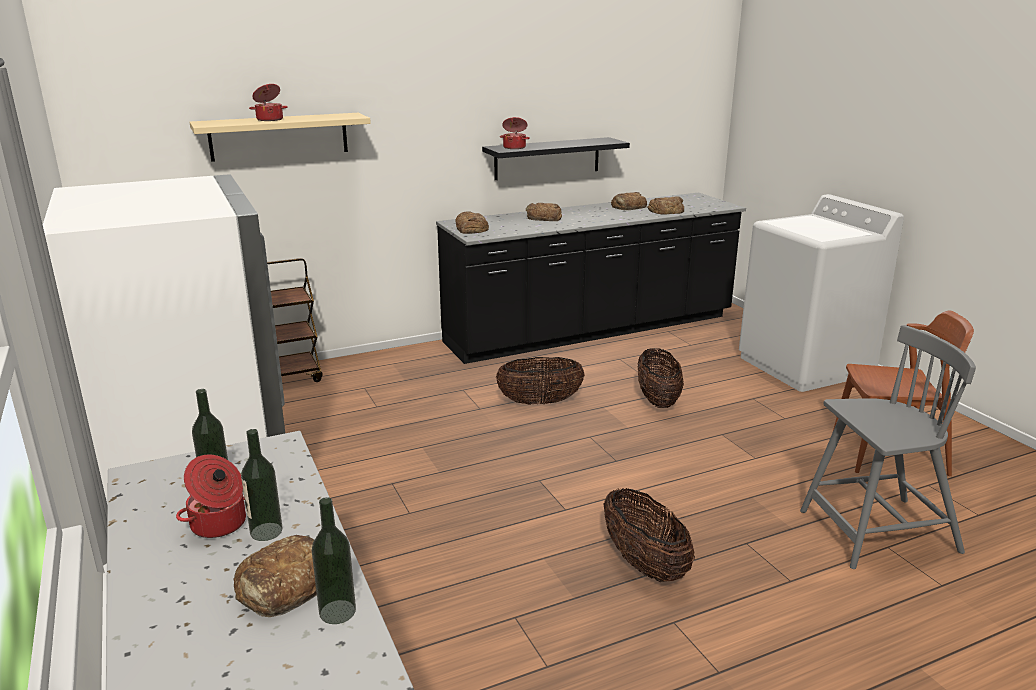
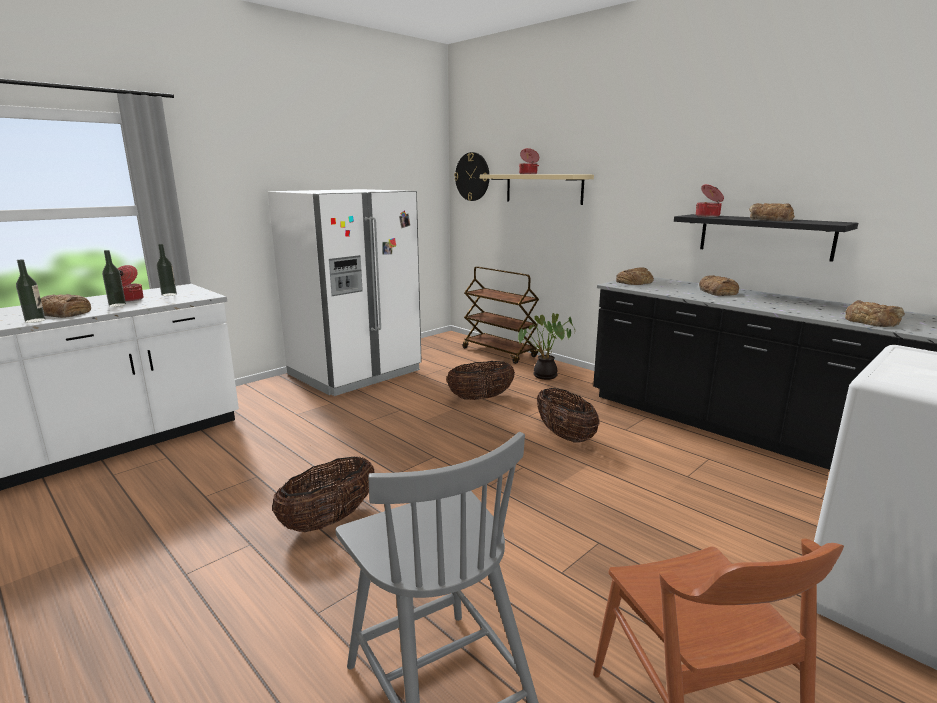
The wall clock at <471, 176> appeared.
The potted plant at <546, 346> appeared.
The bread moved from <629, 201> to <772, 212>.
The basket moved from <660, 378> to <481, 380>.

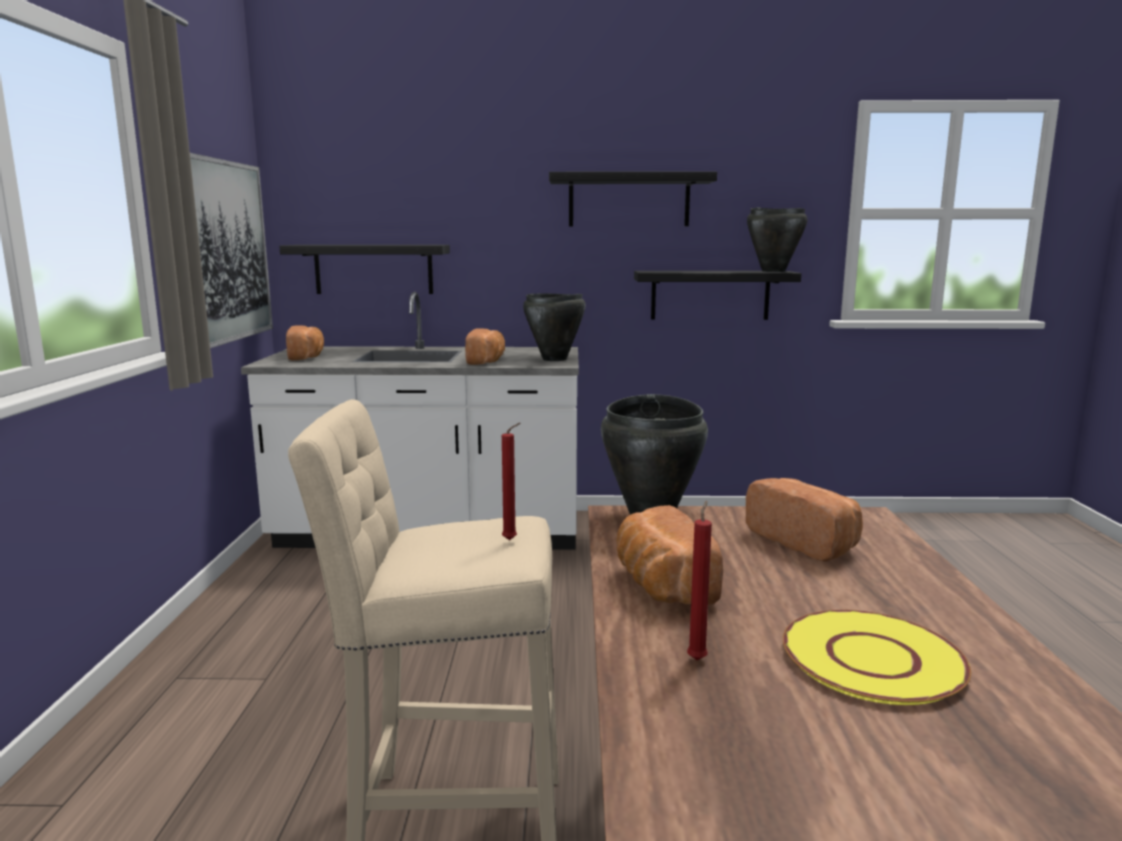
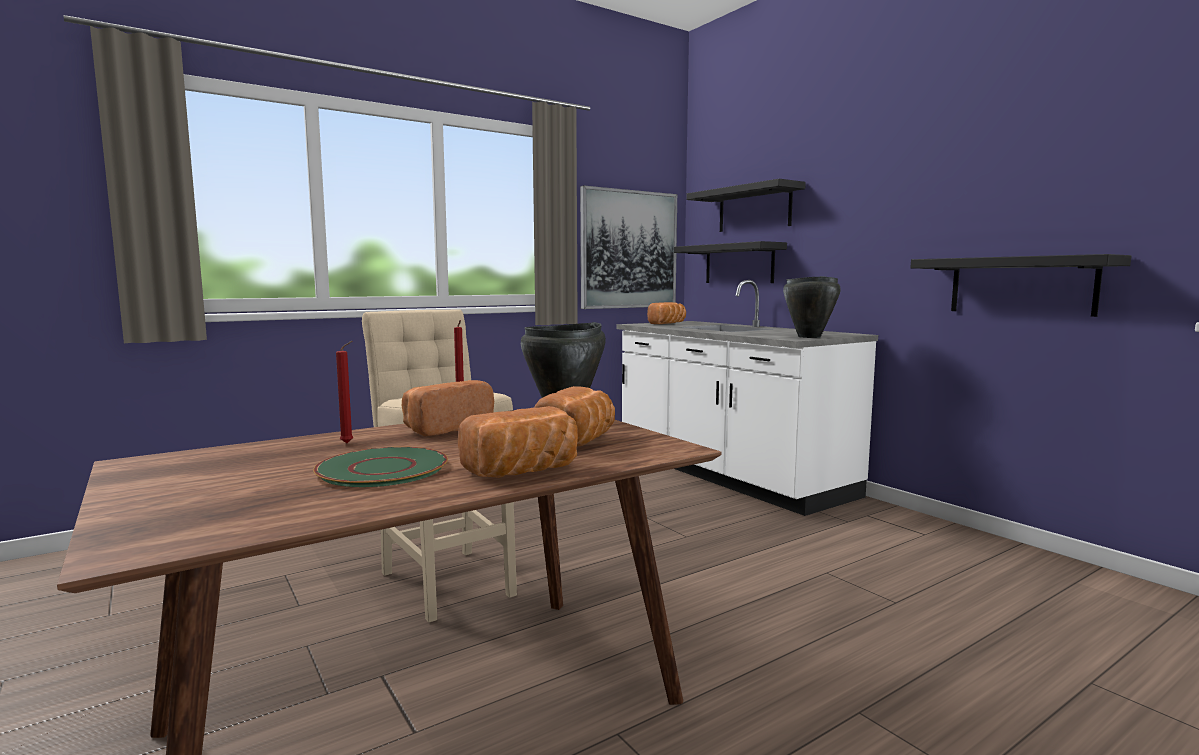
The black cooking pot at <777, 239> disappeared.
The bread moved from <485, 346> to <518, 442>.
The black shelf moved from <633, 198> to <746, 205>.
The yellow plate at <877, 657> became the green plate at <380, 467>.

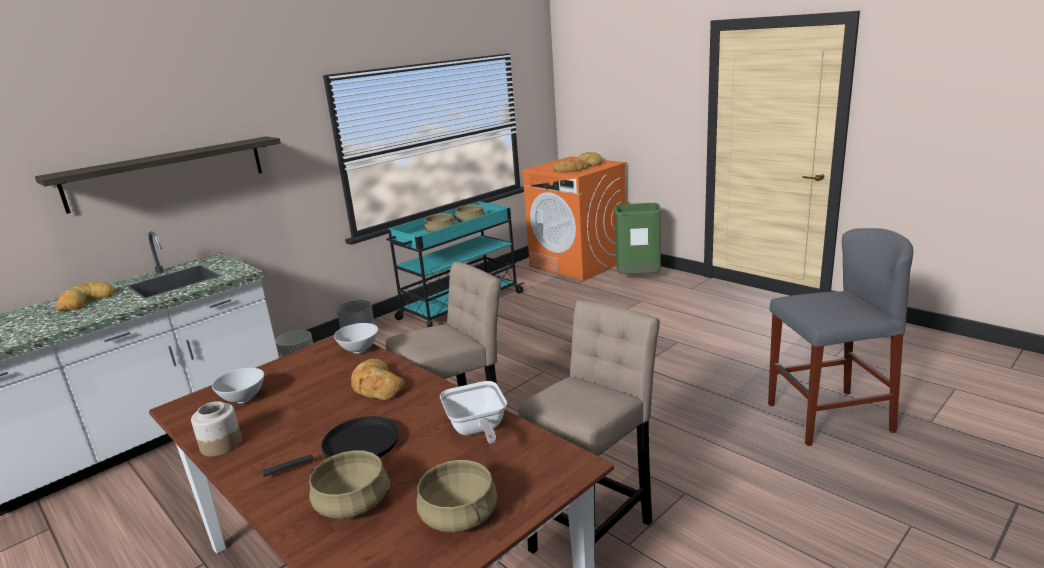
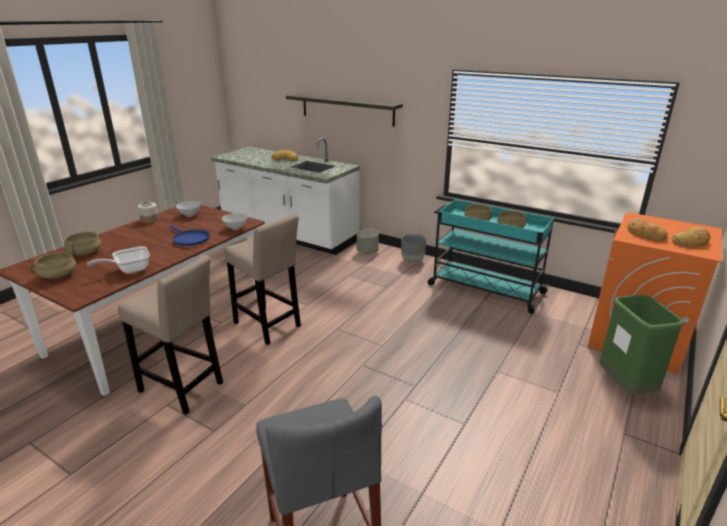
The black frying pan at <330, 446> disappeared.
The bread at <378, 379> was replaced by the blue frying pan at <189, 235>.

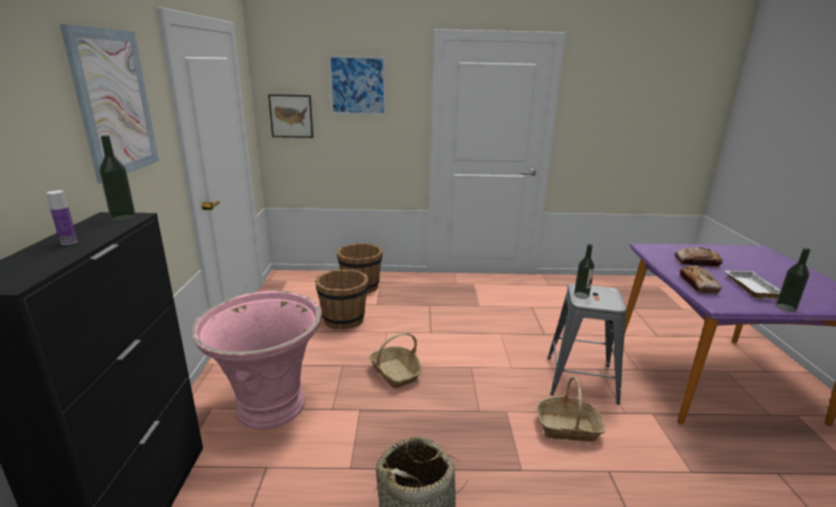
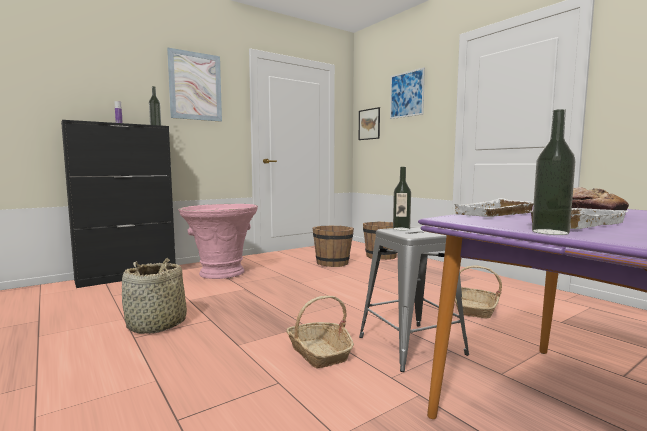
The basket moved from <395, 360> to <478, 292>.
The bread at <701, 280> was replaced by the white tray at <494, 207>.

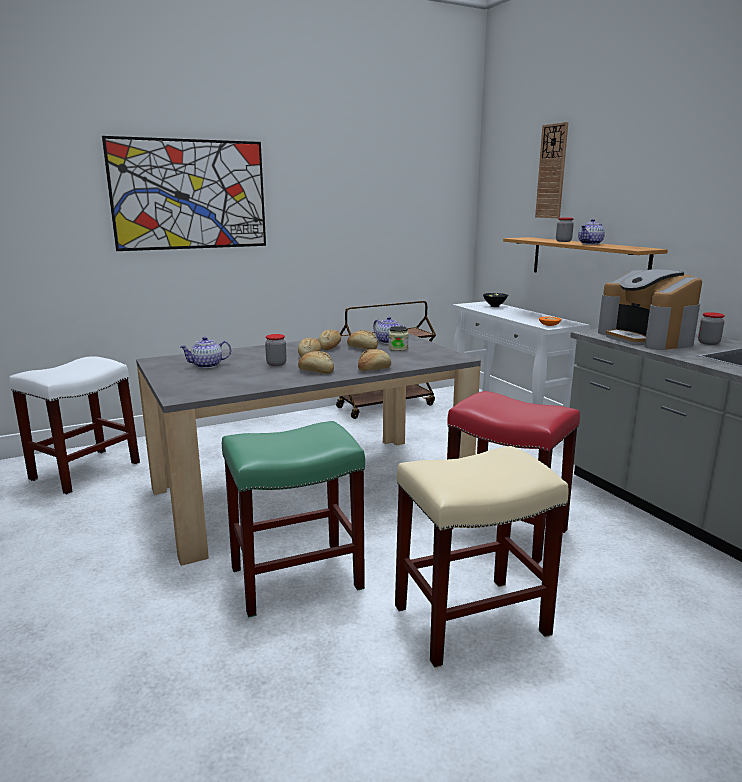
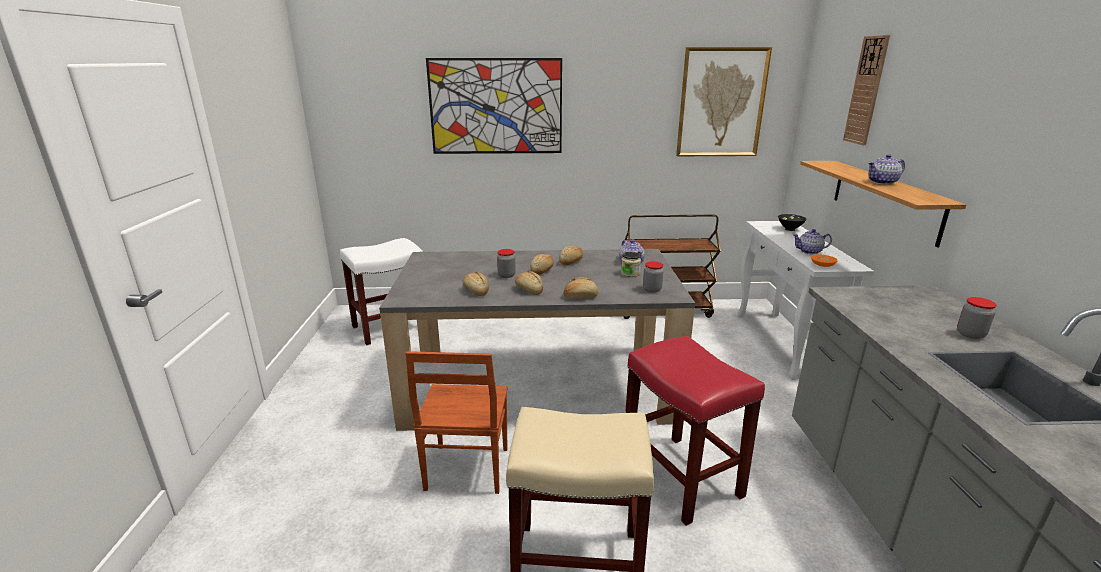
The coffee machine at <650, 309> disappeared.
The picture at <724, 101> appeared.
The teapot moved from <205, 352> to <812, 241>.
The bread moved from <362, 340> to <476, 284>.
The jar moved from <565, 229> to <653, 277>.
The green stool at <293, 519> was replaced by the brown chair at <457, 422>.

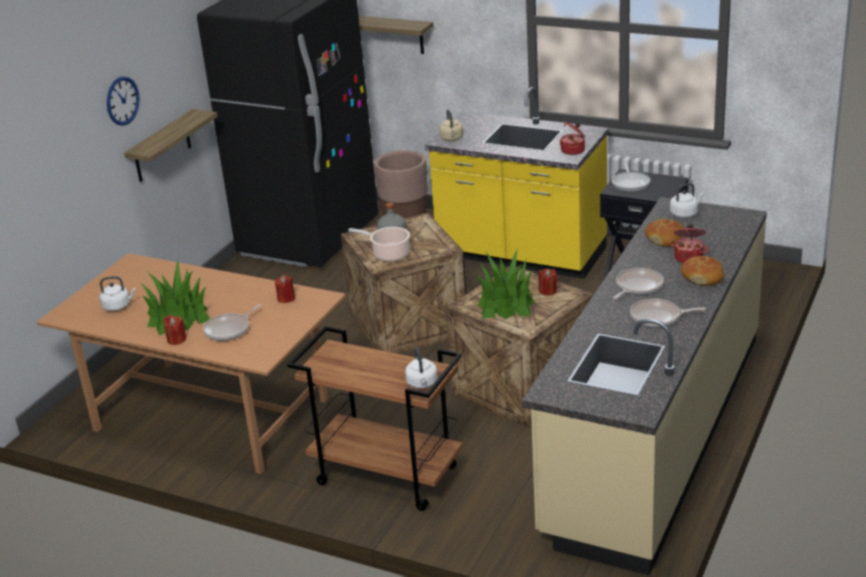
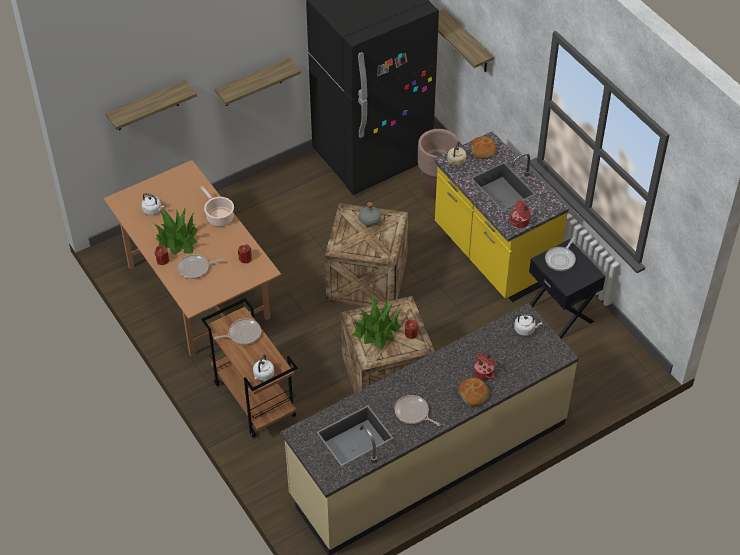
The wall clock at <123, 101> disappeared.
The shelf at <151, 105> appeared.
The cooking pot moved from <379, 244> to <217, 206>.
The frying pan moved from <638, 283> to <237, 331>.
The bread moved from <665, 233> to <483, 147>.

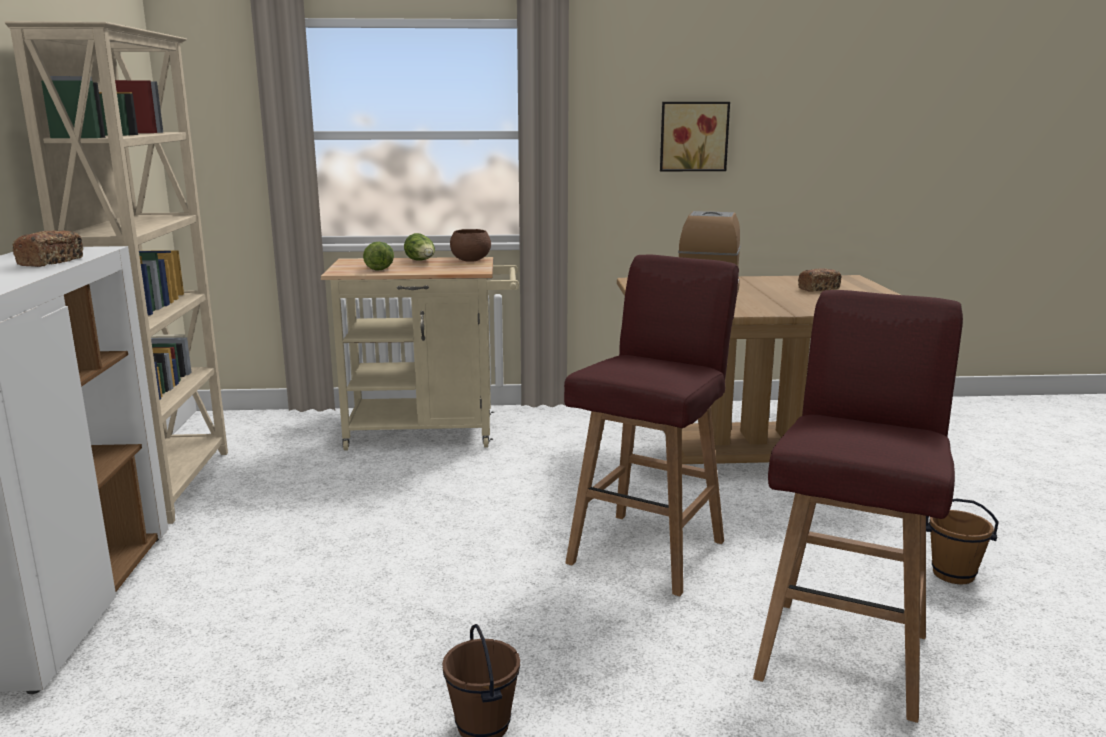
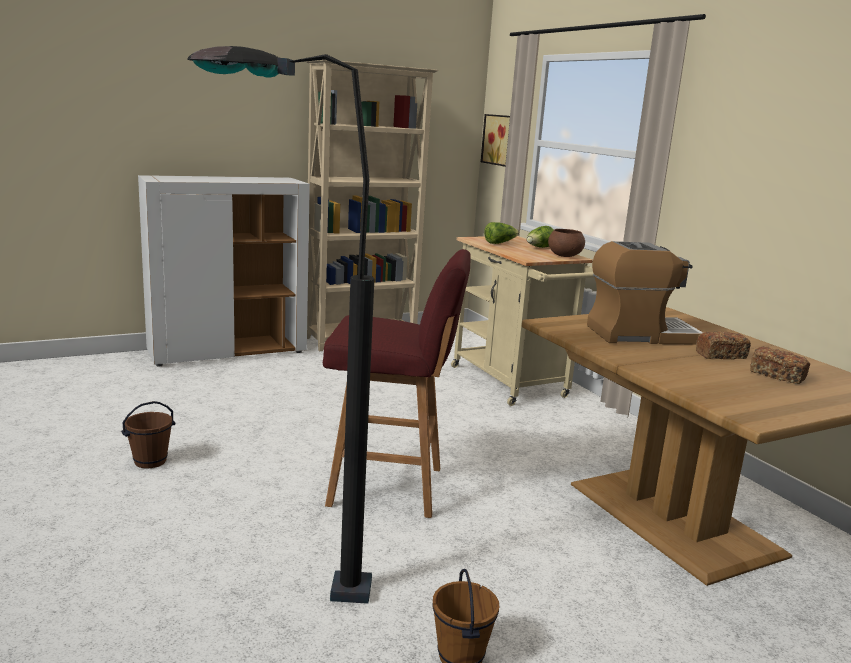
The bread moved from <47, 248> to <723, 345>.
The picture moved from <695, 136> to <495, 140>.
The red stool at <858, 506> was replaced by the black floor lamp at <280, 325>.

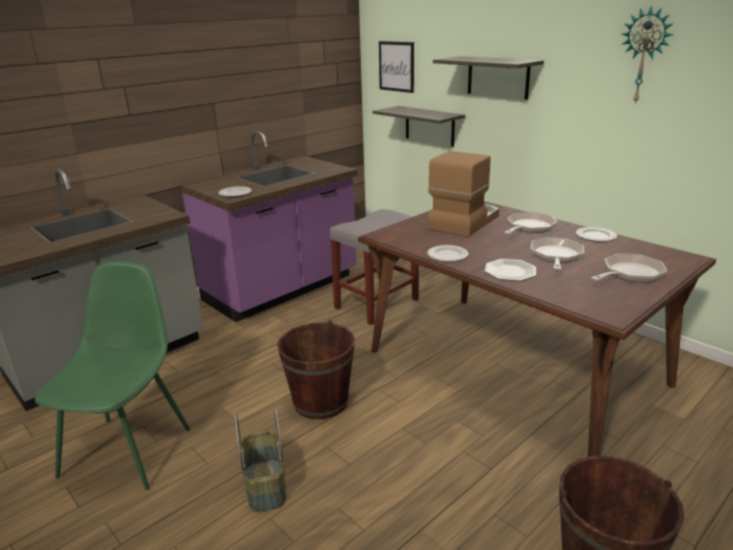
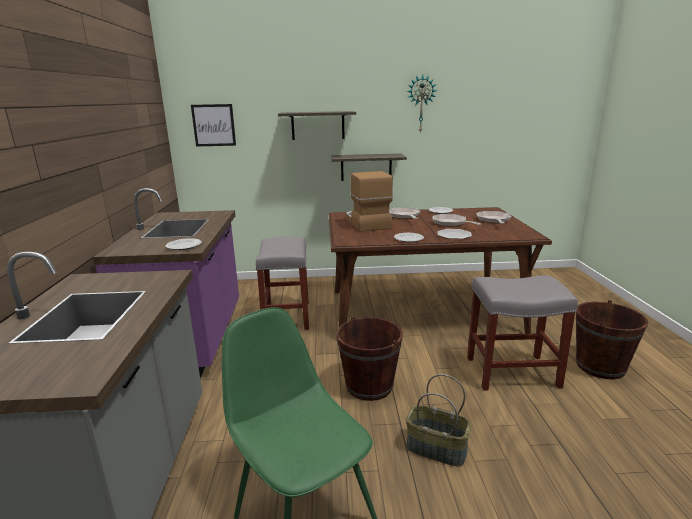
The grey stool at <522, 333> appeared.
The shelf moved from <419, 126> to <369, 167>.

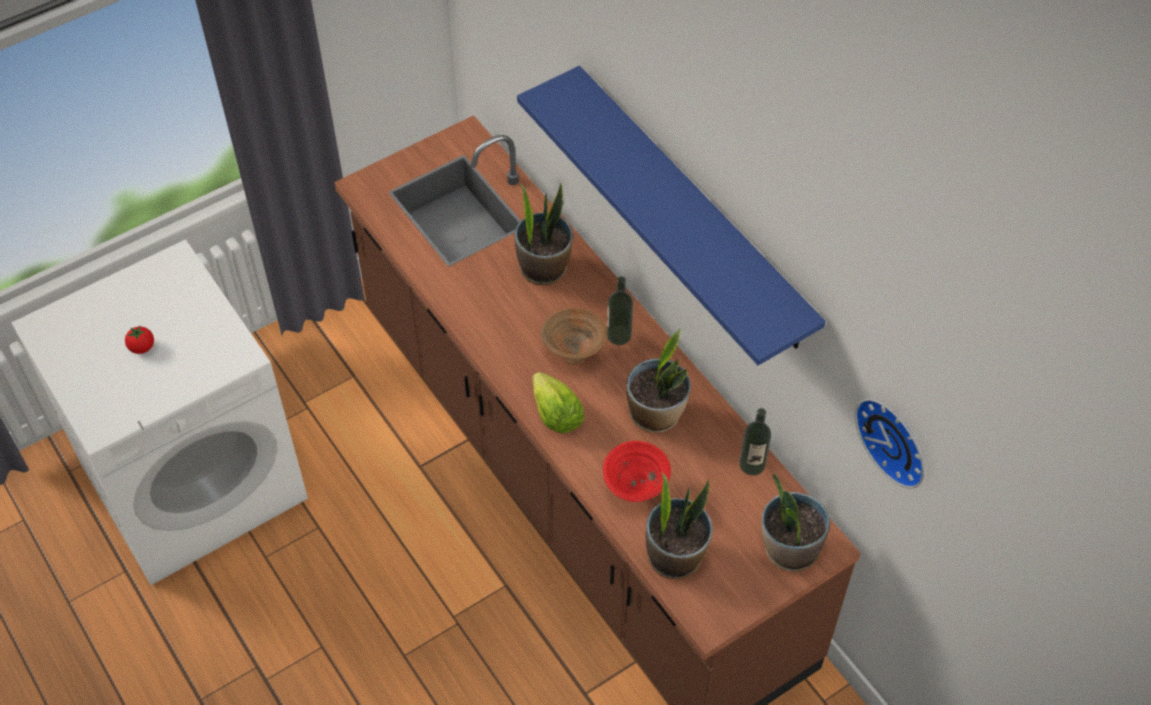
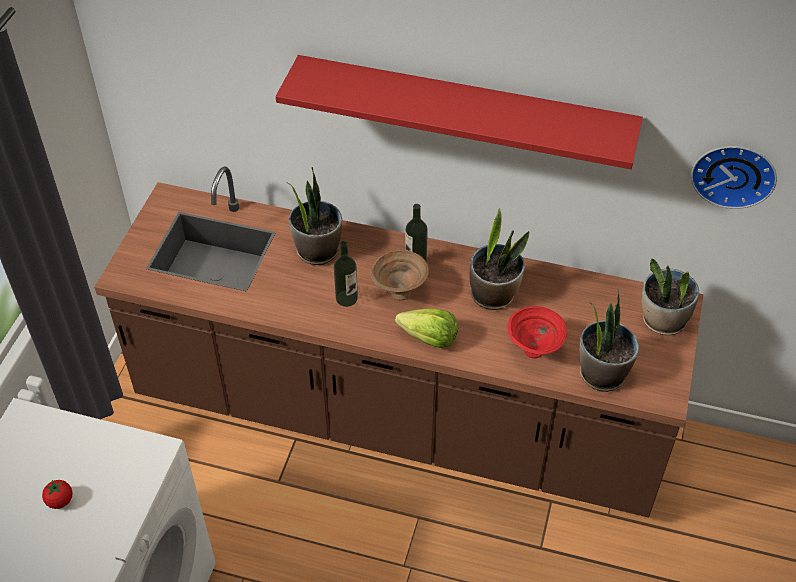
The bottle moved from <755, 442> to <346, 274>.
The blue shelf at <671, 215> became the red shelf at <459, 112>.

